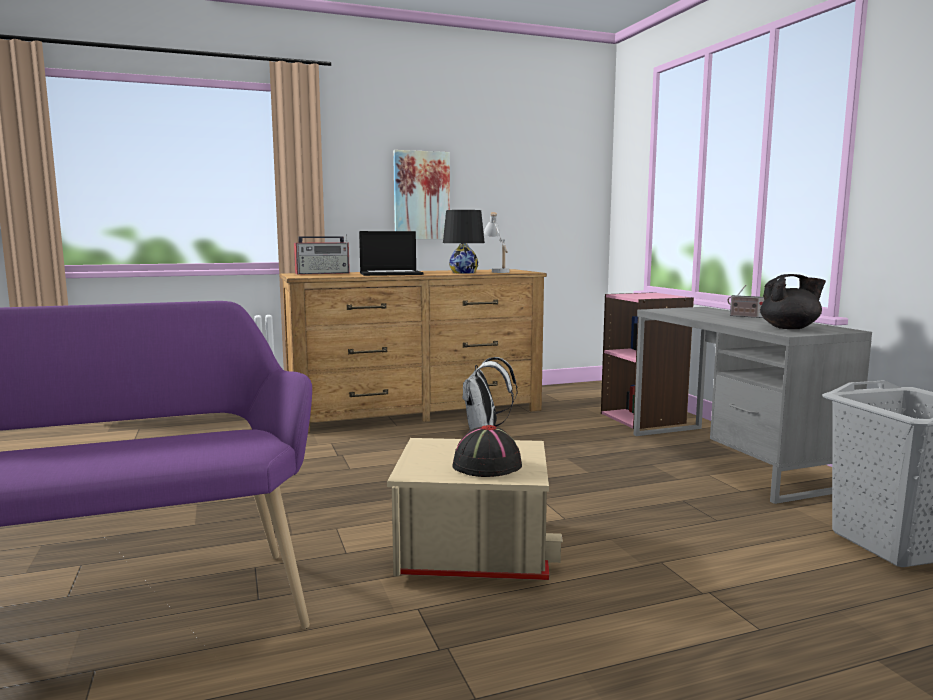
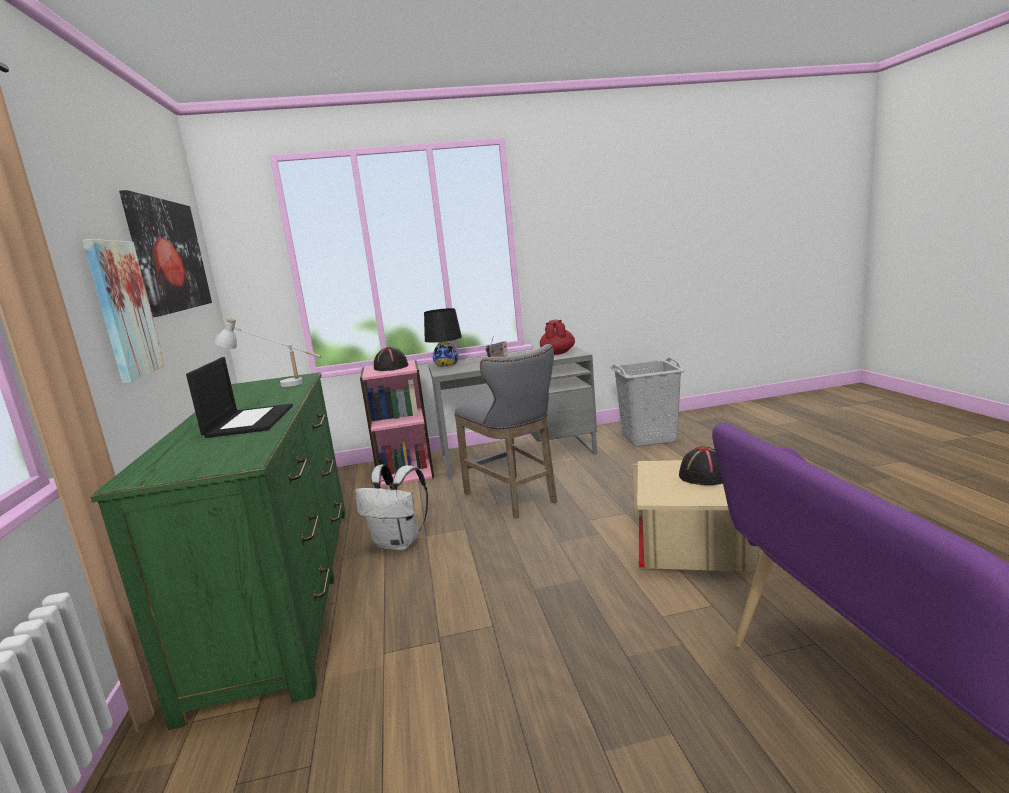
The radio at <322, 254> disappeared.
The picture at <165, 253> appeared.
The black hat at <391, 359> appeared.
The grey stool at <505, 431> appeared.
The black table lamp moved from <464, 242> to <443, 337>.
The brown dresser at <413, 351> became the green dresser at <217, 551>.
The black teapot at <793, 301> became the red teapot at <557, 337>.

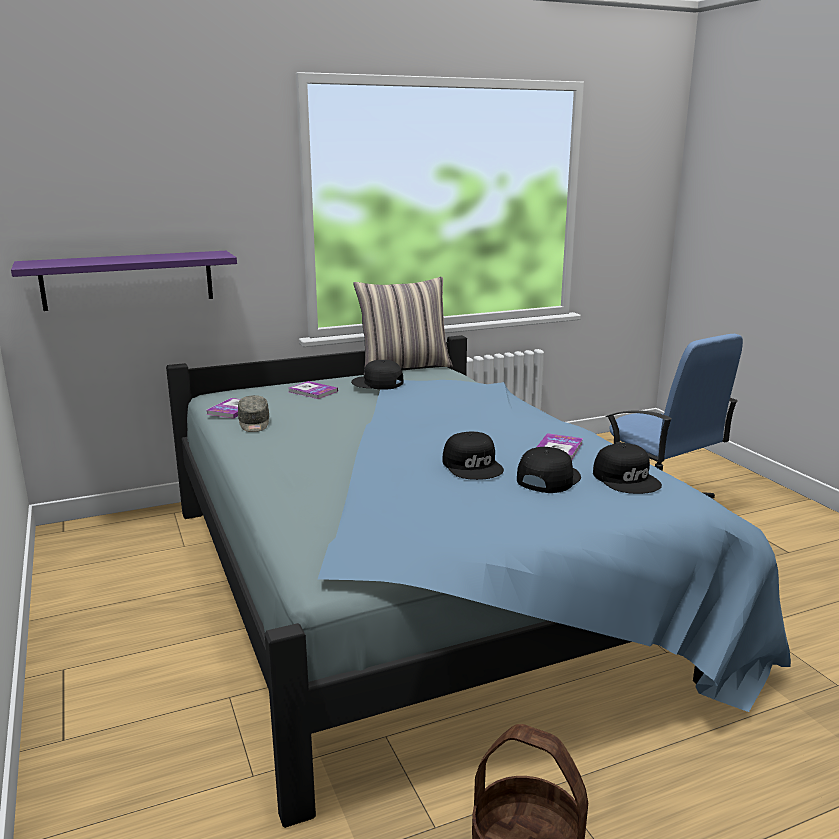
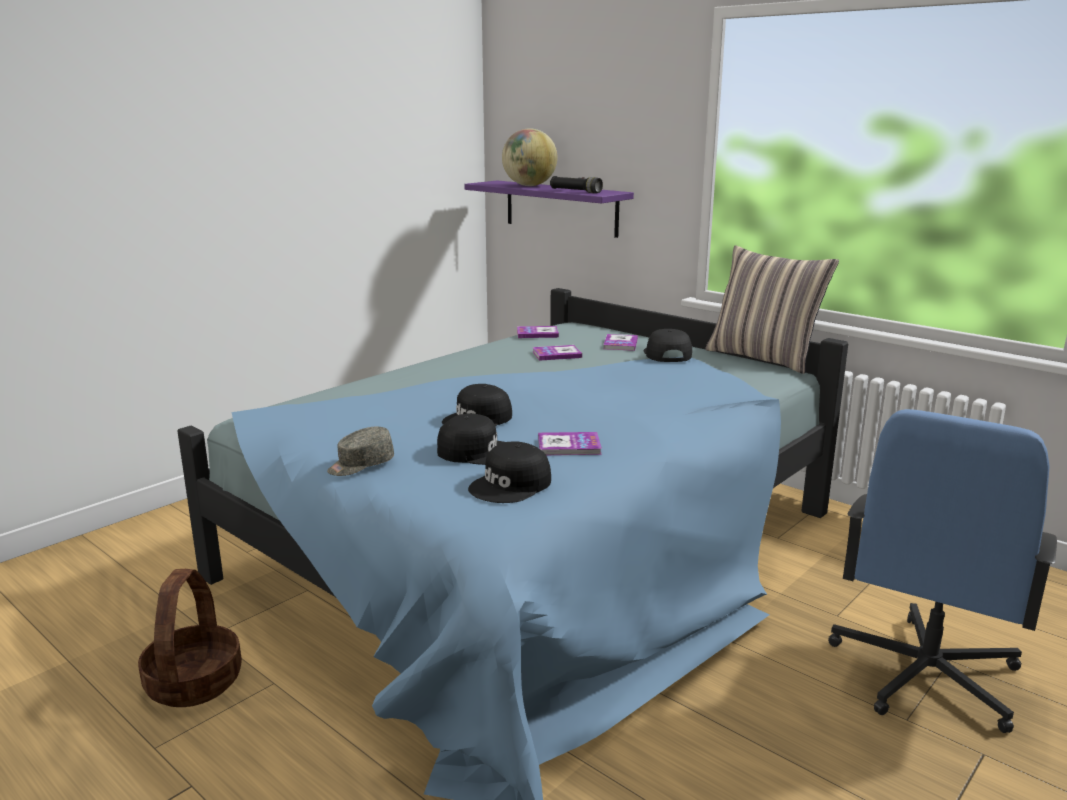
The globe at <529, 157> appeared.
The book at <557, 353> appeared.
The black flashlight at <576, 184> appeared.
The grey cap moved from <253, 413> to <360, 451>.

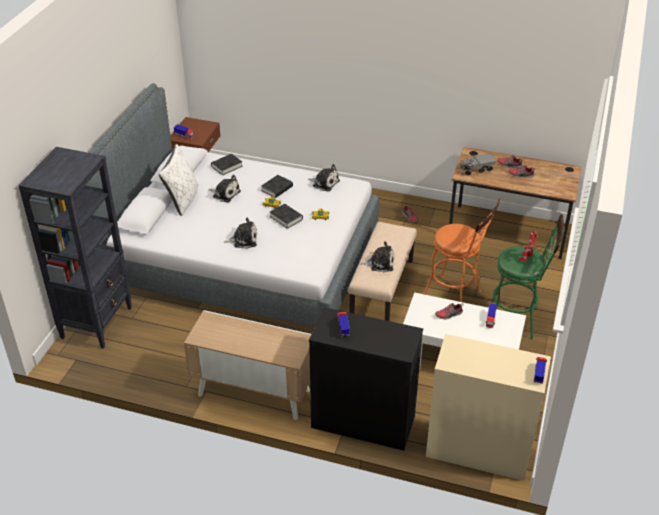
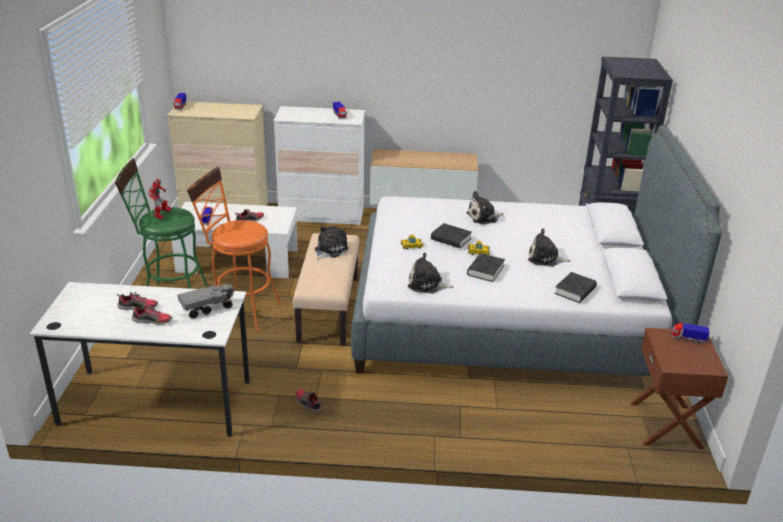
The white pillow at <178, 180> disappeared.
The black dresser at <366, 379> became the white dresser at <319, 166>.
The brown desk at <515, 203> became the white desk at <140, 359>.
The plush toy at <377, 256> turned 135 degrees clockwise.

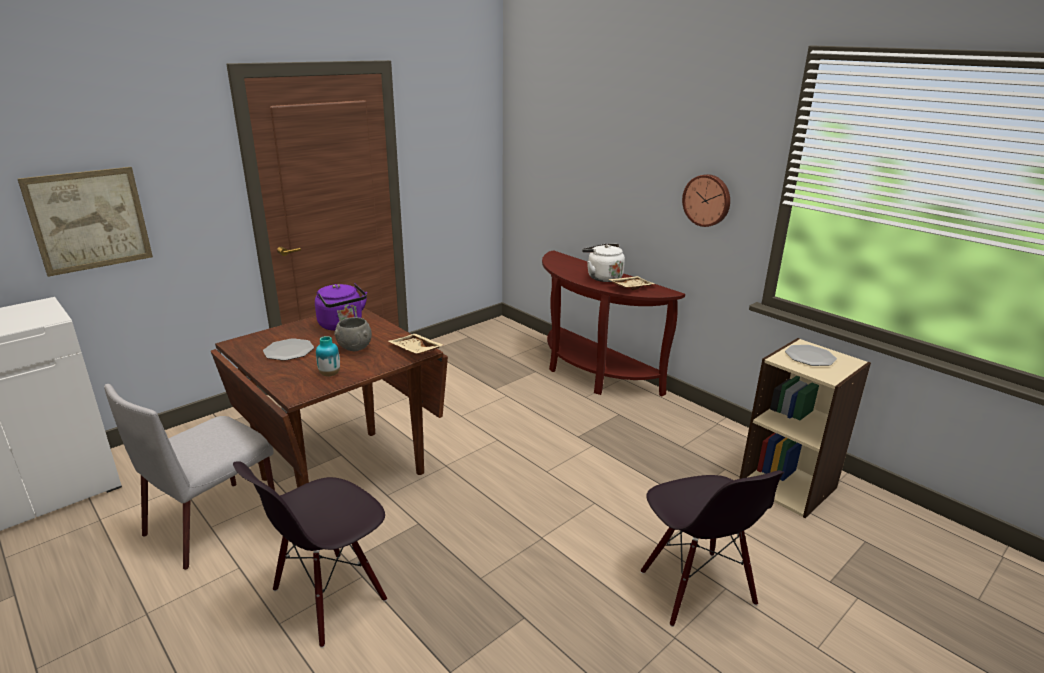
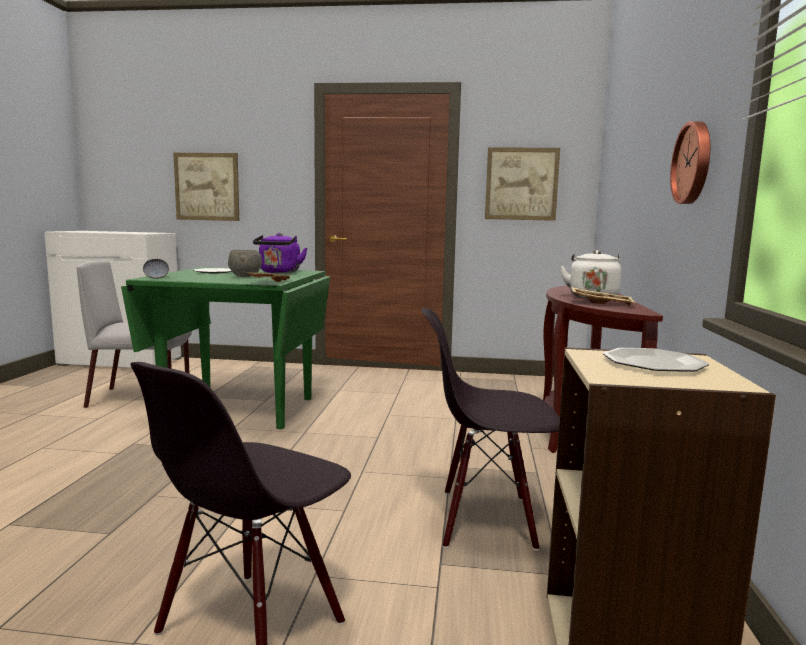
The vase at <328, 356> disappeared.
The bowl at <156, 269> appeared.
The picture at <522, 184> appeared.
The black chair moved from <310, 554> to <490, 429>.
The brown dining table at <329, 398> became the green dining table at <225, 348>.

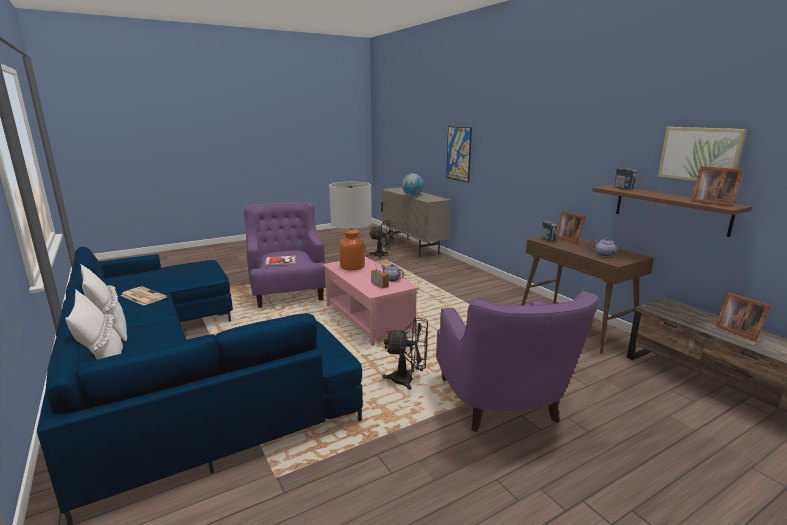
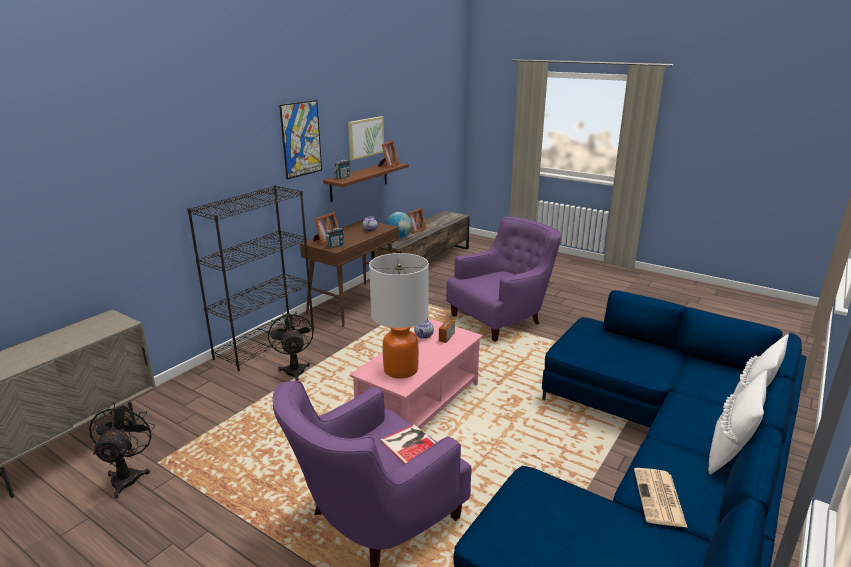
The black bookcase at <250, 278> appeared.
The black fan moved from <405, 354> to <290, 346>.
The globe moved from <413, 185> to <399, 225>.
The picture moved from <459, 154> to <300, 140>.

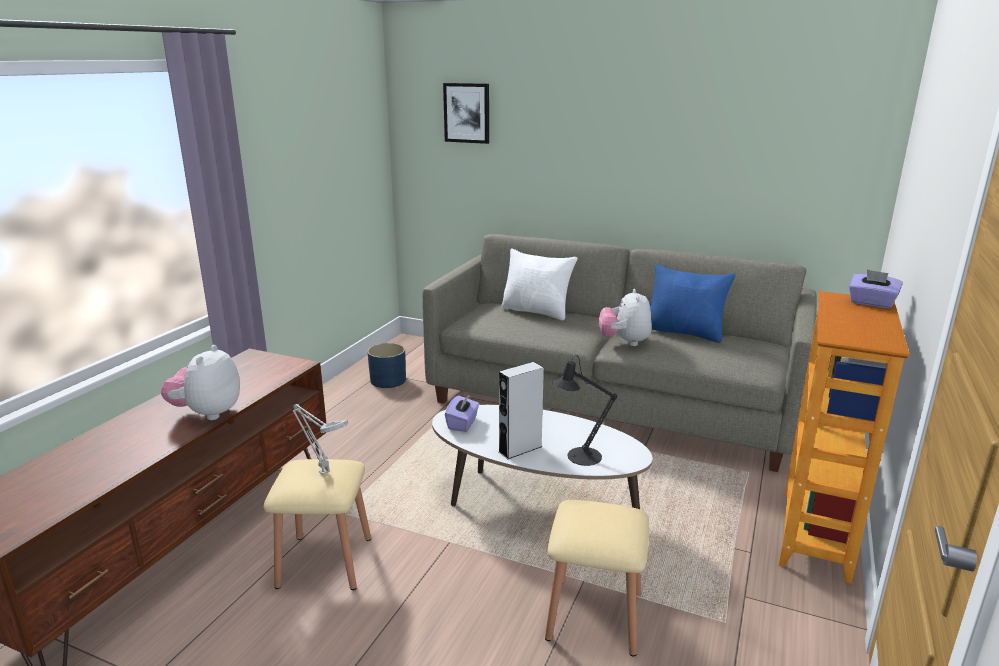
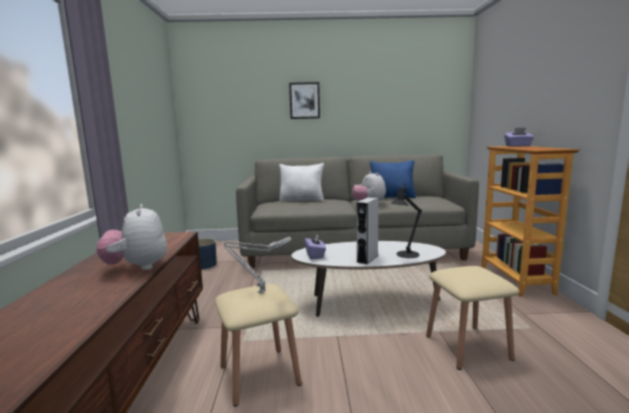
The picture moved from <466, 113> to <304, 100>.

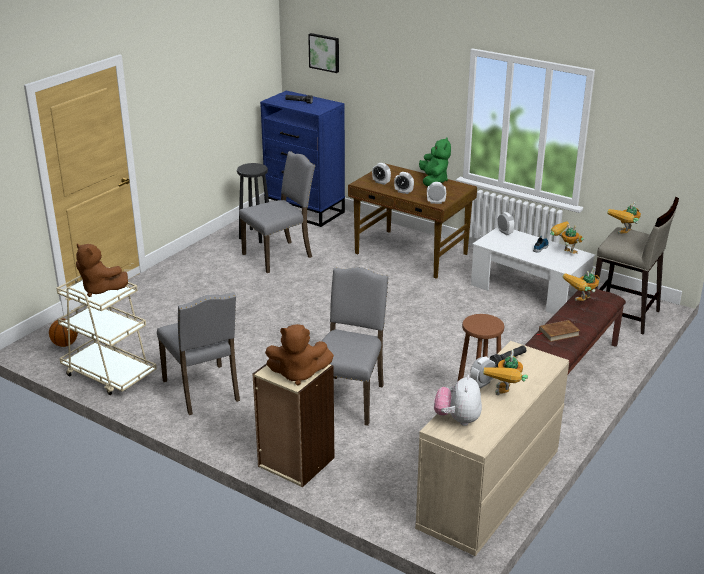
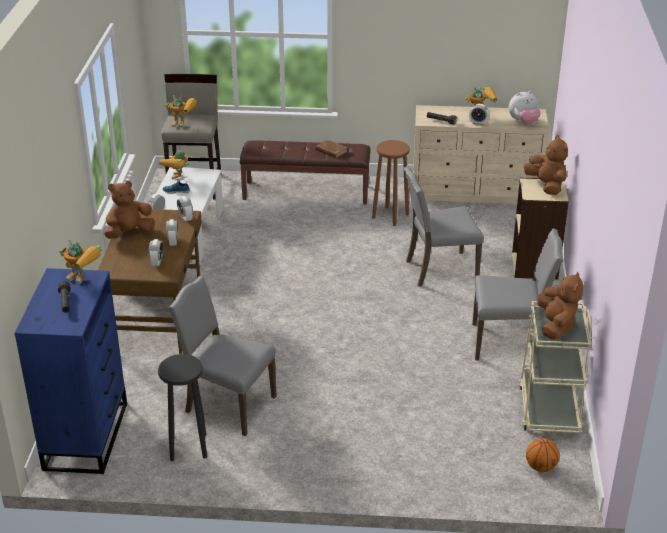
The picture at <323, 53> disappeared.
The toy robot moved from <581, 285> to <80, 261>.
The green plush toy at <435, 161> became the brown plush toy at <129, 210>.
The grey chair at <198, 353> turned 60 degrees clockwise.

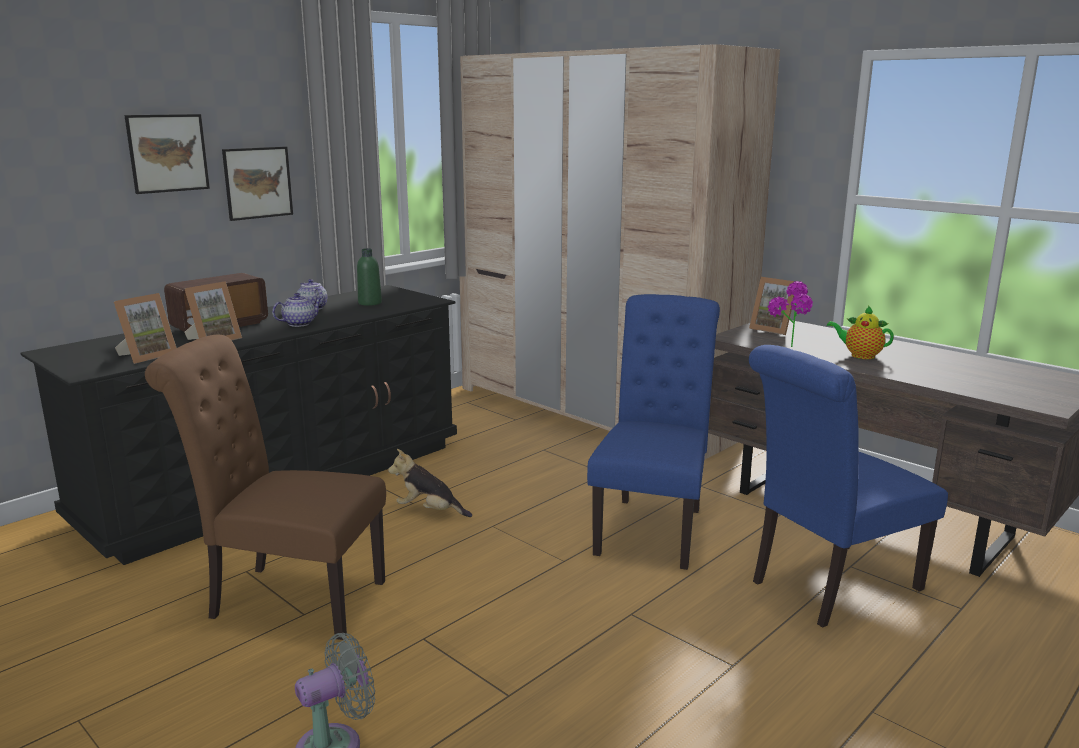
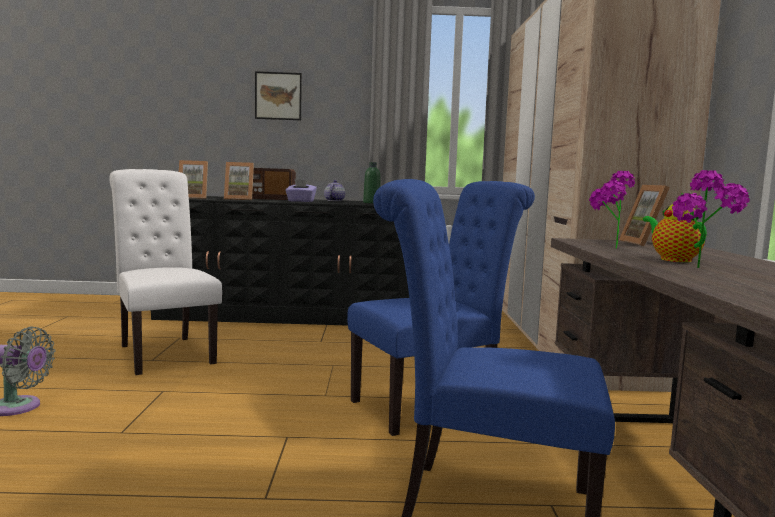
The picture at <257, 183> disappeared.
The plush toy at <430, 483> disappeared.
The potted plant at <711, 219> appeared.
The teapot at <297, 310> was replaced by the purple tissue box at <301, 190>.
The brown chair at <265, 487> became the white chair at <165, 272>.

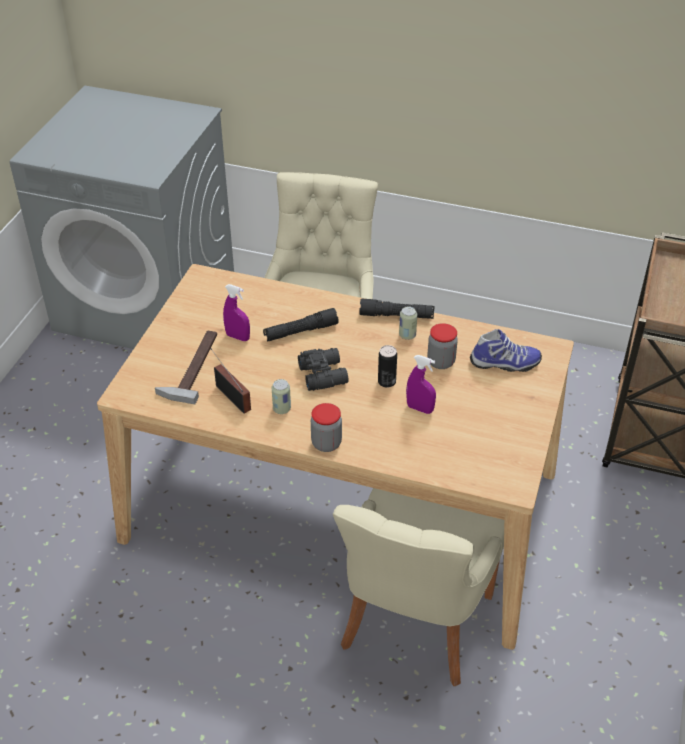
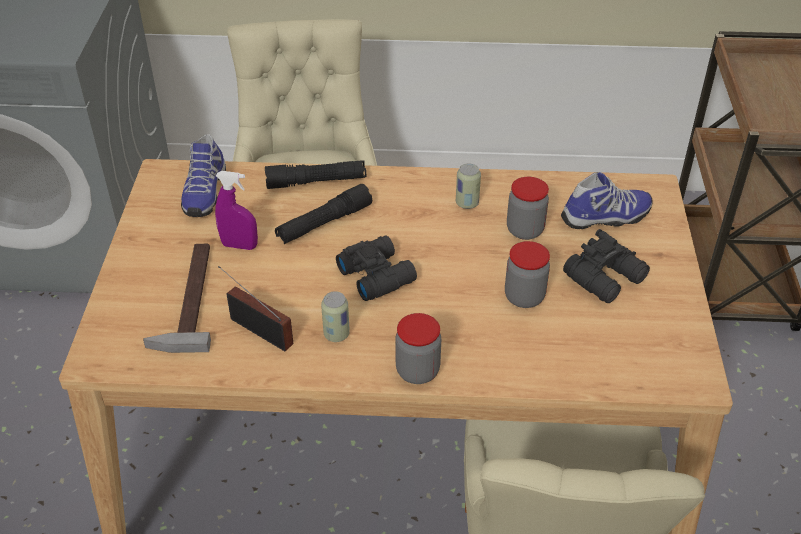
The can at <387, 366> disappeared.
The shoe at <203, 175> appeared.
The black binoculars at <606, 266> appeared.
The black flashlight moved from <396, 309> to <315, 175>.
The purple spray bottle at <421, 384> was replaced by the jar at <527, 274>.

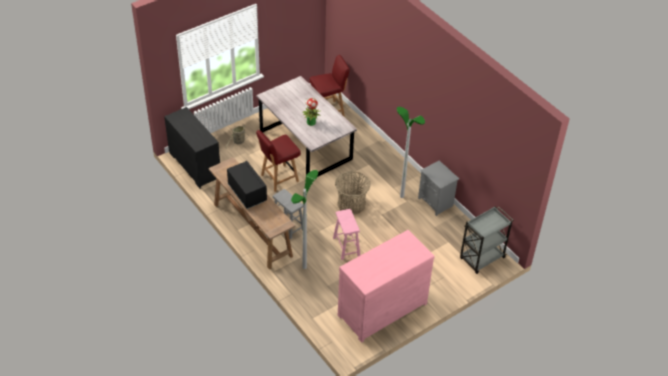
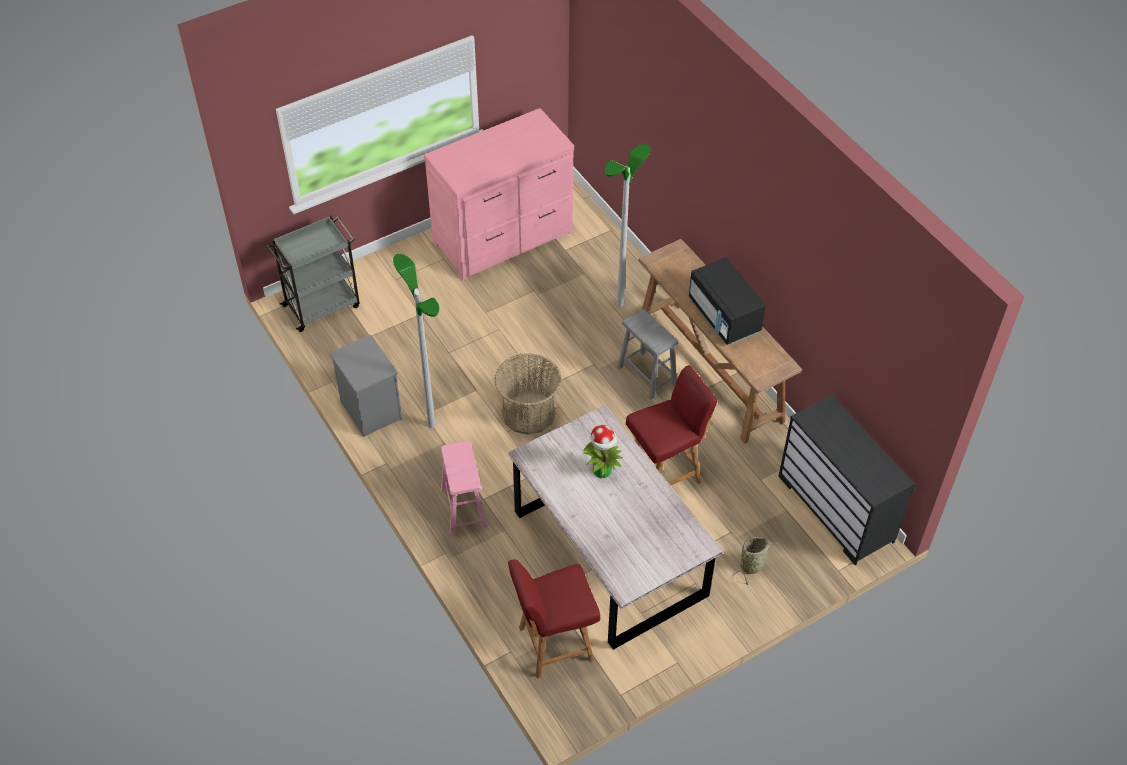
The pink stool moved from <346, 234> to <464, 488>.

